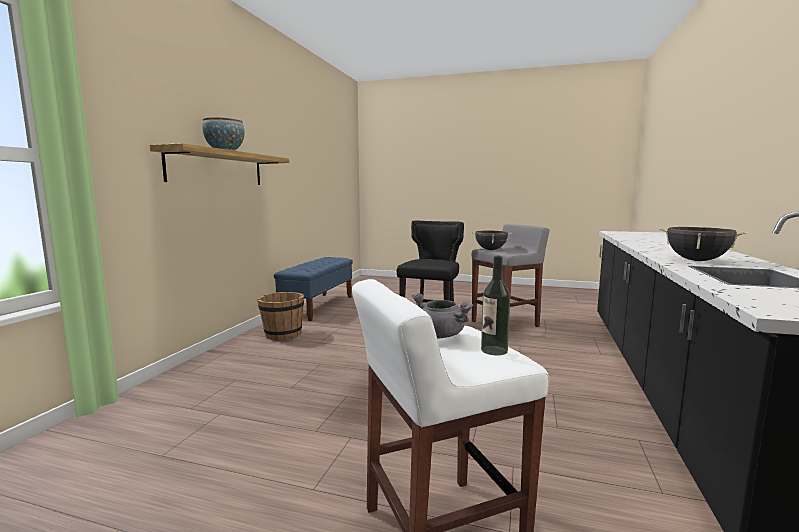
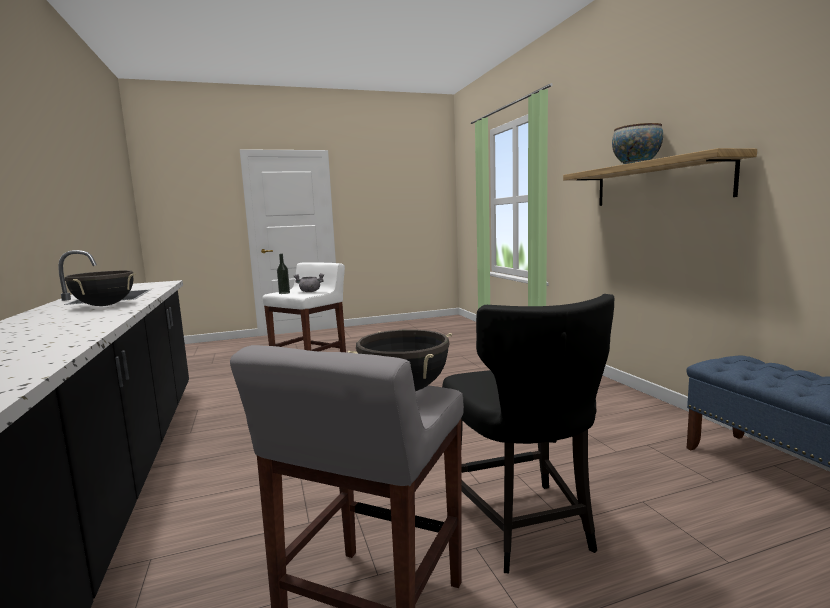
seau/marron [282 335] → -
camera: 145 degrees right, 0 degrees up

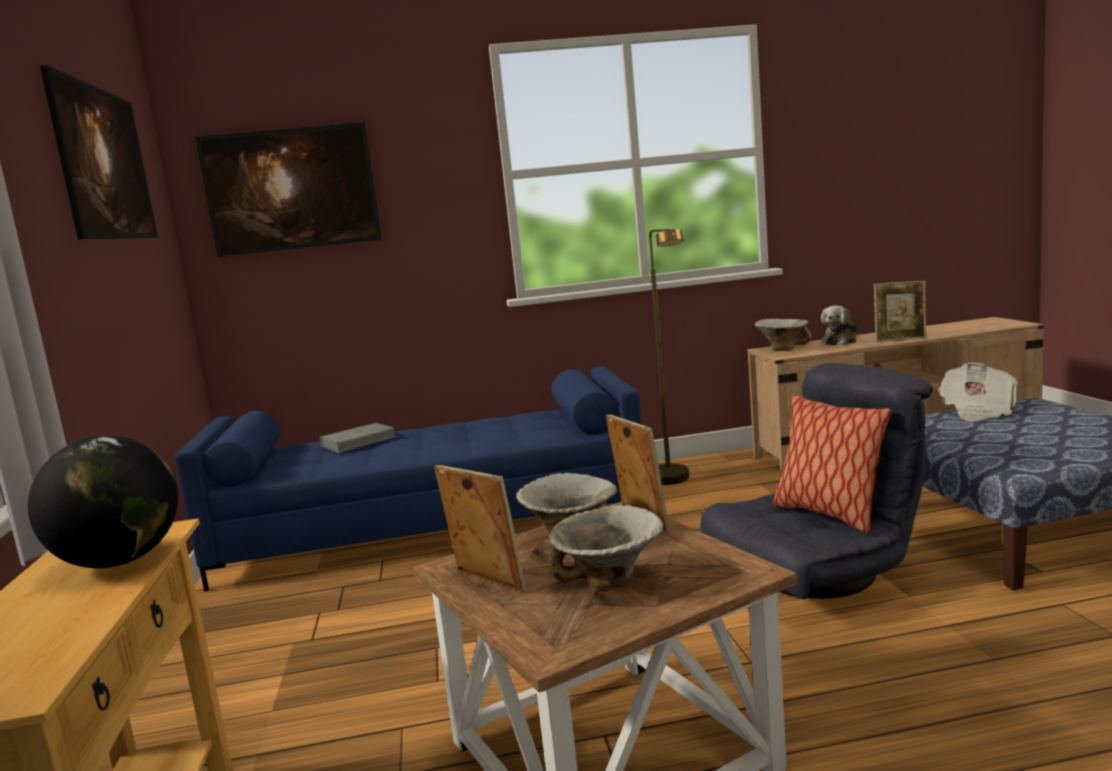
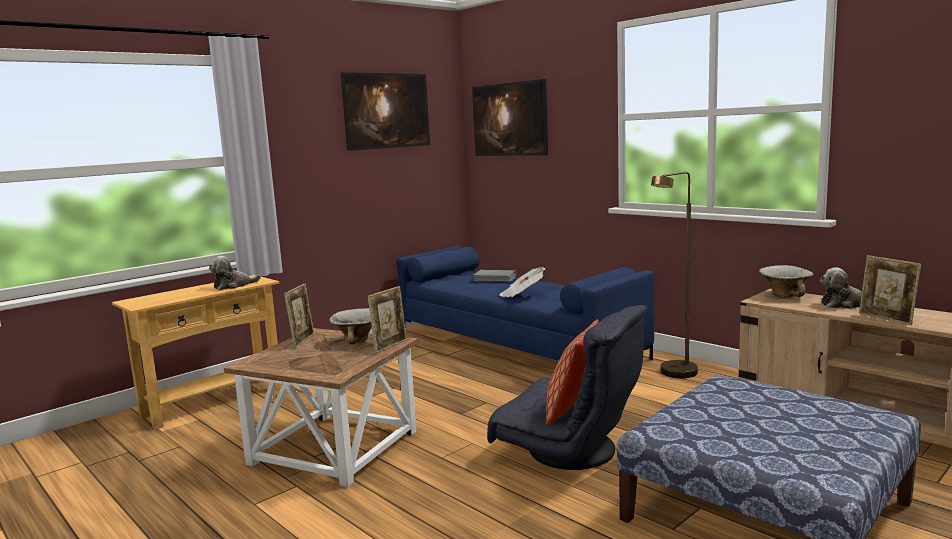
journal [977 411] → journal [522 294], move
globe [120 561] → peluche [233 286]
bol [609 582] → -
camera: 55 degrees right, 0 degrees up

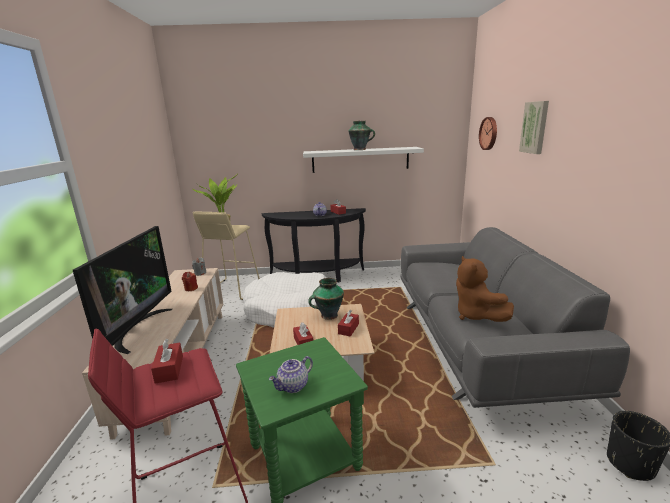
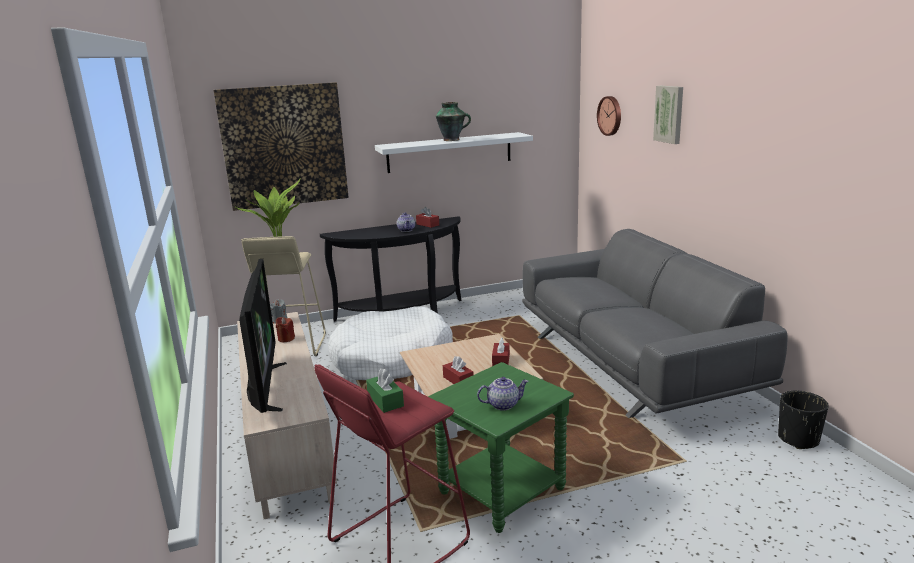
peluche/marron [476 315] → -
vase [328 316] → -
boîte à mouchoirs/rouge [169 369] → boîte à mouchoirs/vert [385 400]
théière [293 386] → théière [503 404], 135 degrees counterclockwise
- → tableau [284 146]
camera: 15 degrees left, 0 degrees up

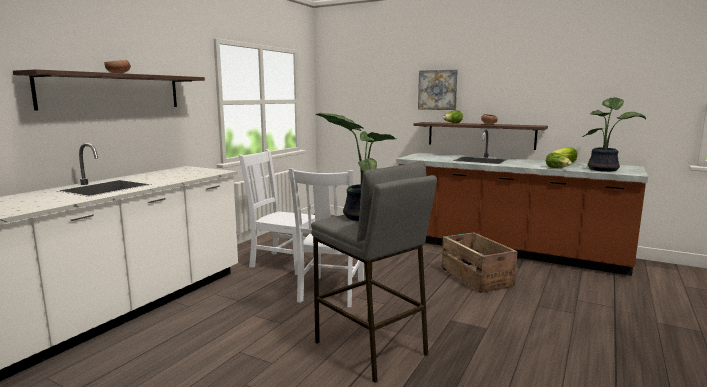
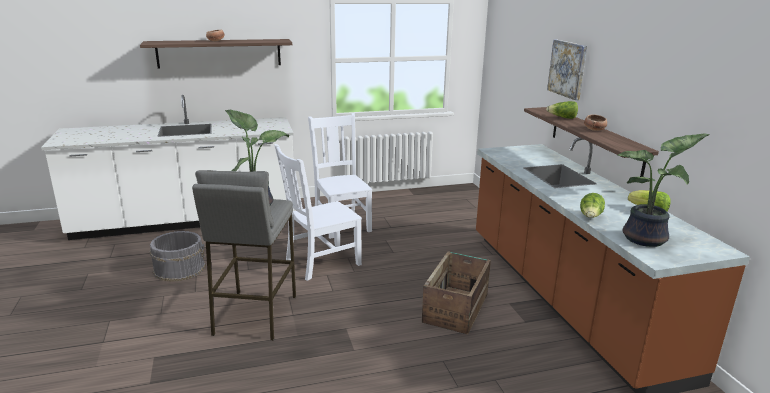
- → seau/gris [179 268]
camera: 45 degrees right, 10 degrees up

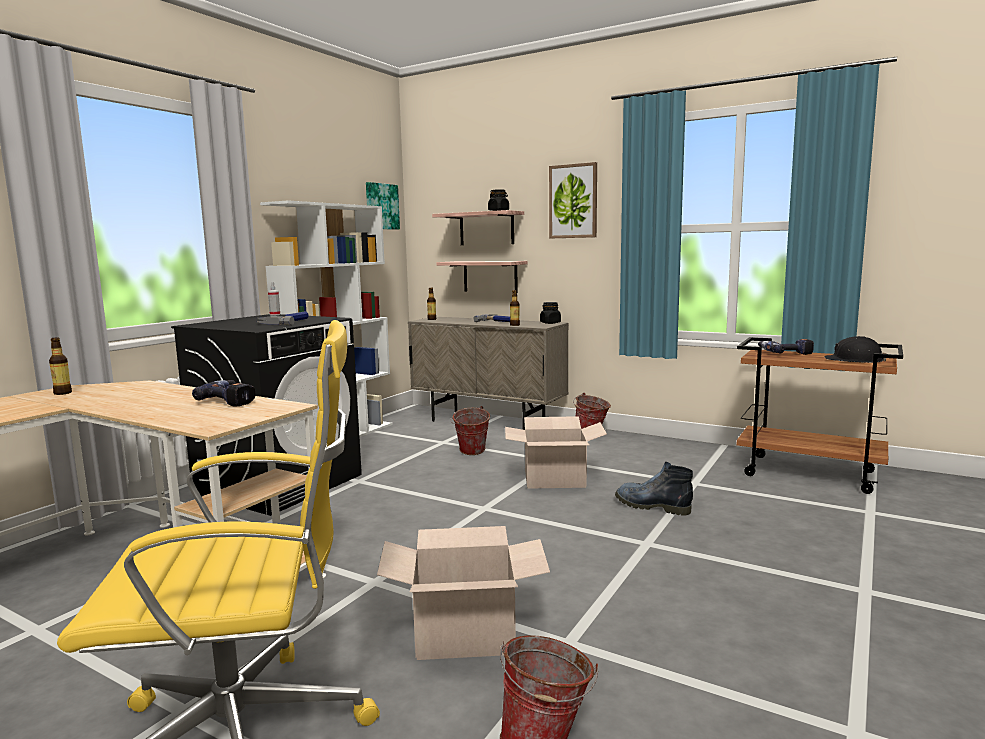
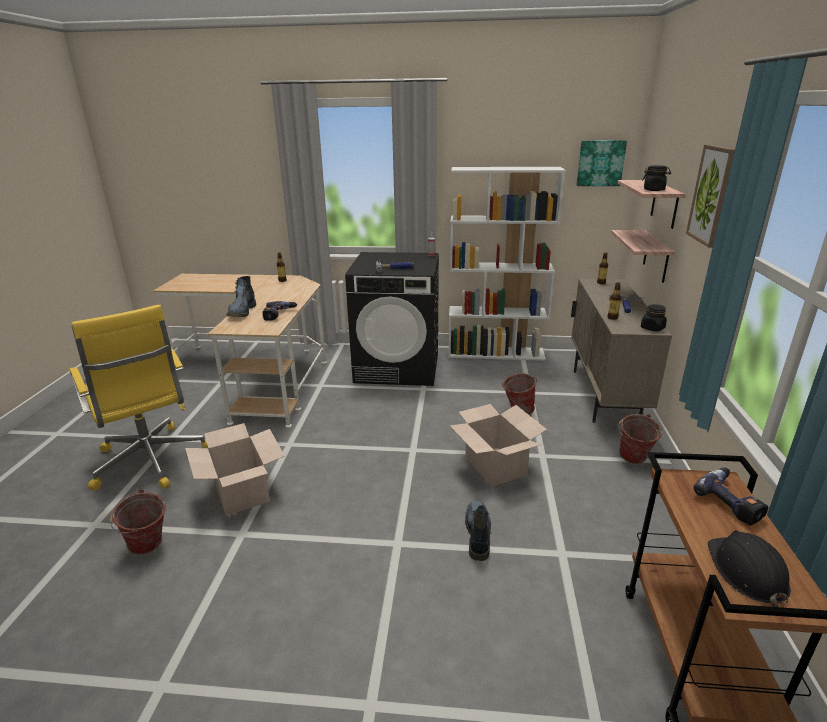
- → botte [242 312]
camera: 65 degrees right, 15 degrees up

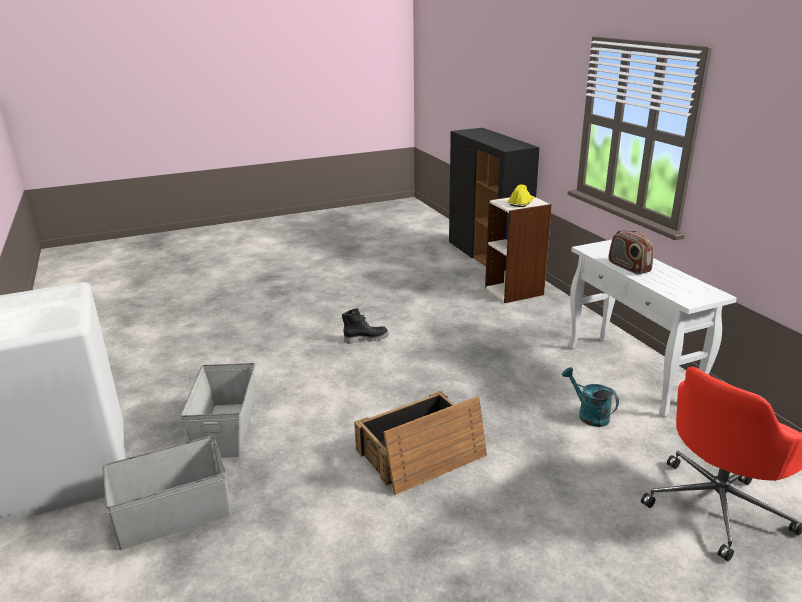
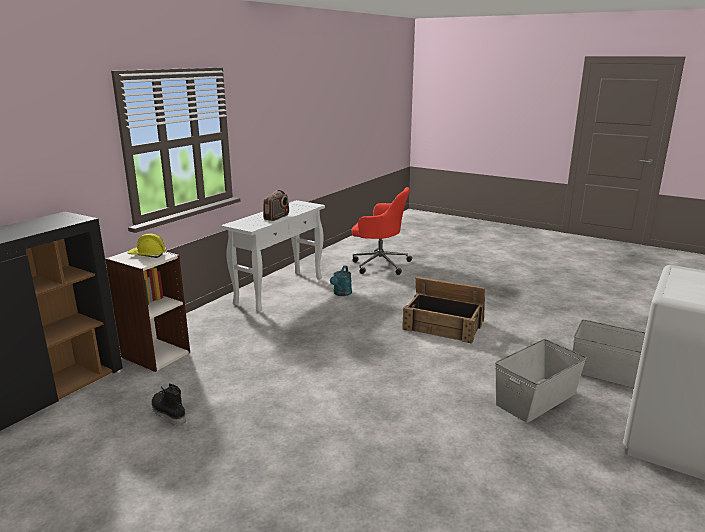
botte/noir [366 338] → botte/noir [168 414], move
camera: 125 degrees left, 5 degrees down

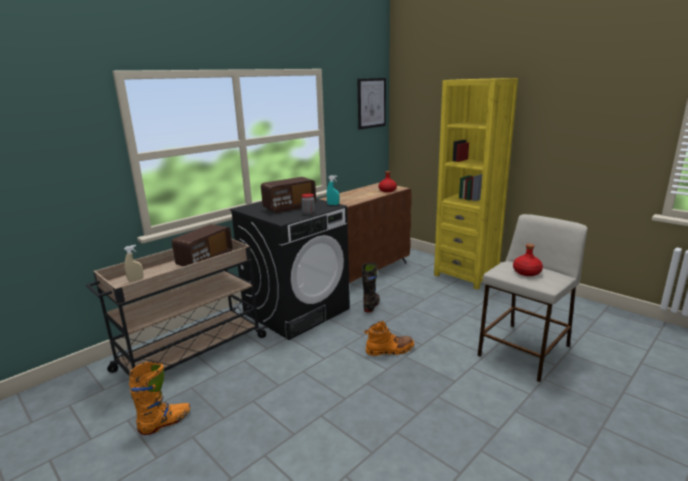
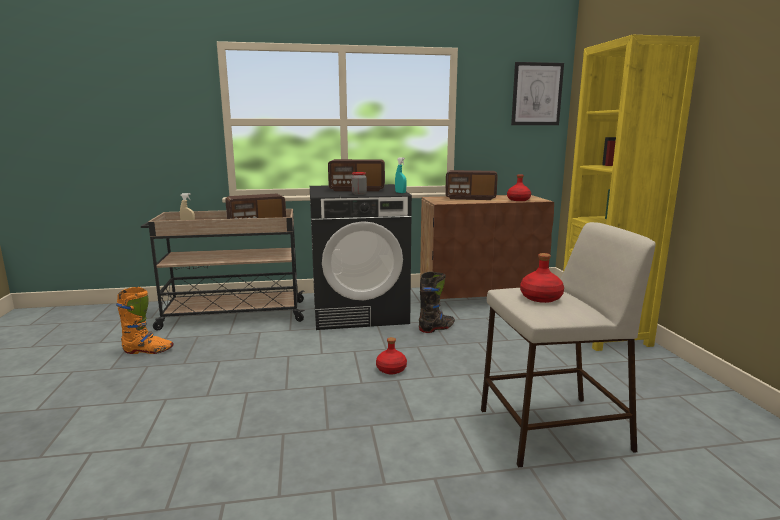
botte/orange [389 350] → bouteille/rouge [391 369]
- → radio [470 198]
camera: 35 degrees right, 5 degrees down

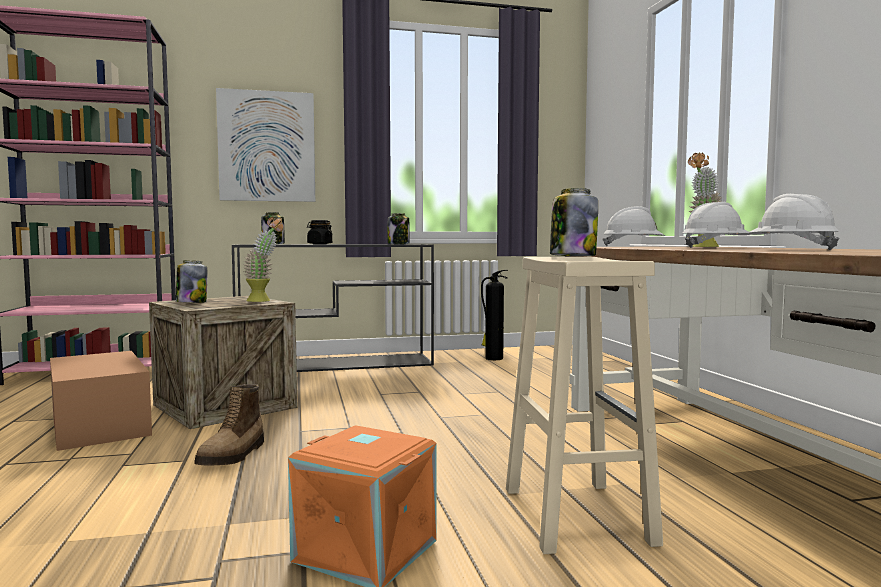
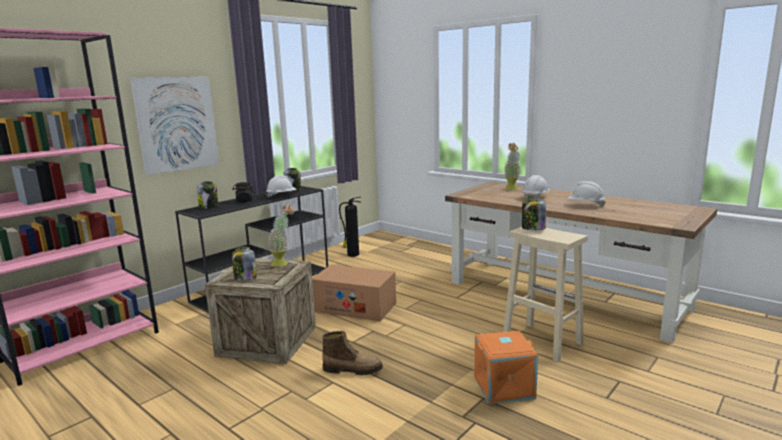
casque de chantier/blanc [633 246] → casque de chantier/blanc [282 196], move
carton [100 424] → carton [355 307], move
botte [233 456] → botte [353 369], 60 degrees counterclockwise
camera: 35 degrees left, 10 degrees up

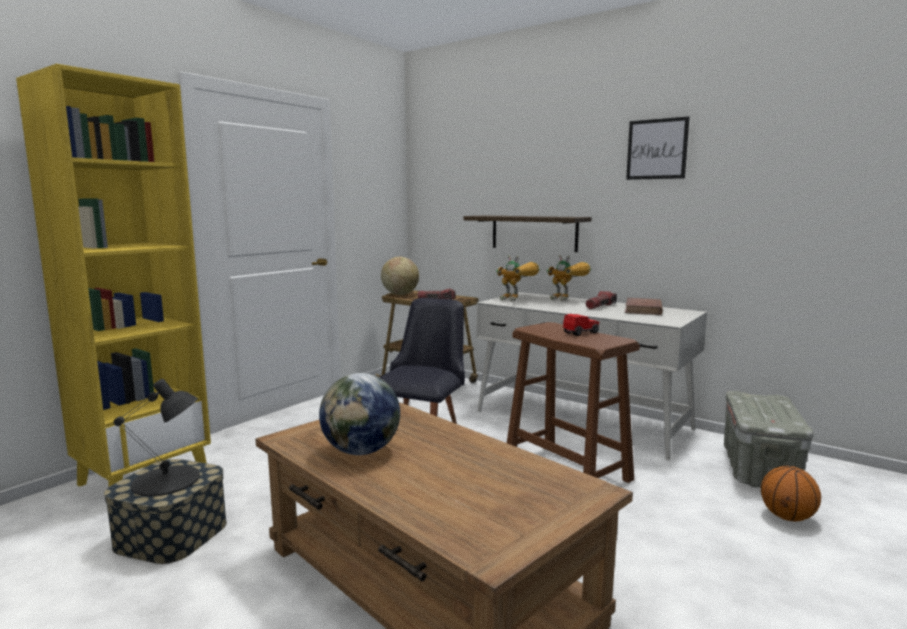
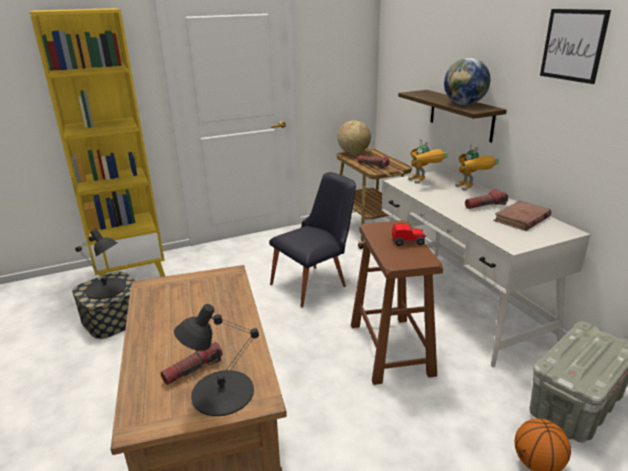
globe [361 451] → globe [464 104], move
- → lampe de table/noir [221 392]
- → lampe de poche [193 369]
camera: 30 degrees right, 15 degrees up

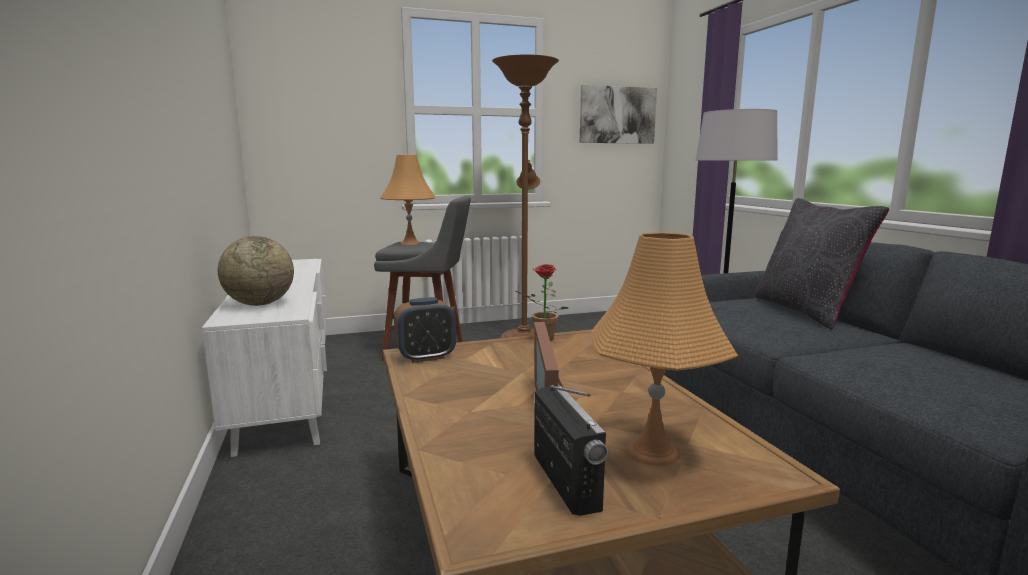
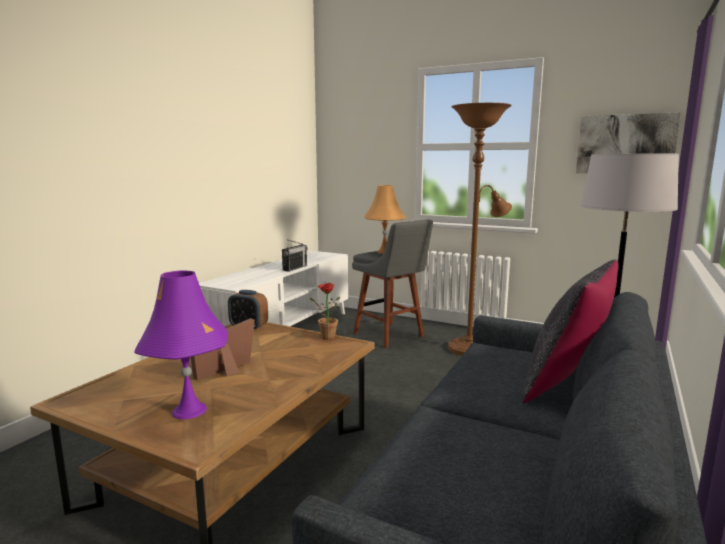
lampe de table/orange [653 452] → lampe de table/violet [189 410]
globe [260 304] → -
radio [565 481] → radio [295 268], move
camera: 45 degrees right, 0 degrees up

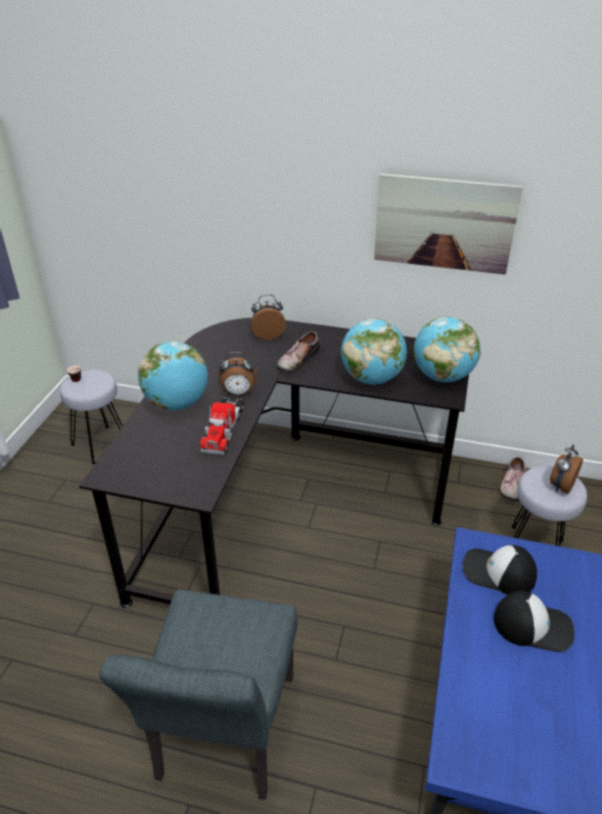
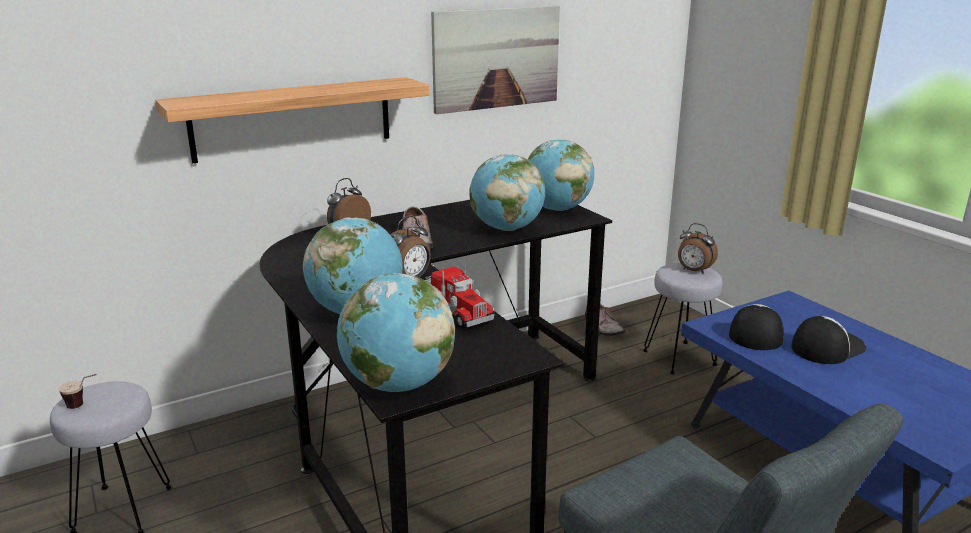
réveil [560 486] → réveil [694 271], 45 degrees counterclockwise
casquette [498 572] → casquette [755 332], 135 degrees clockwise
- → étagère [293 119]
- → globe [398 384]
camera: 45 degrees left, 15 degrees down

